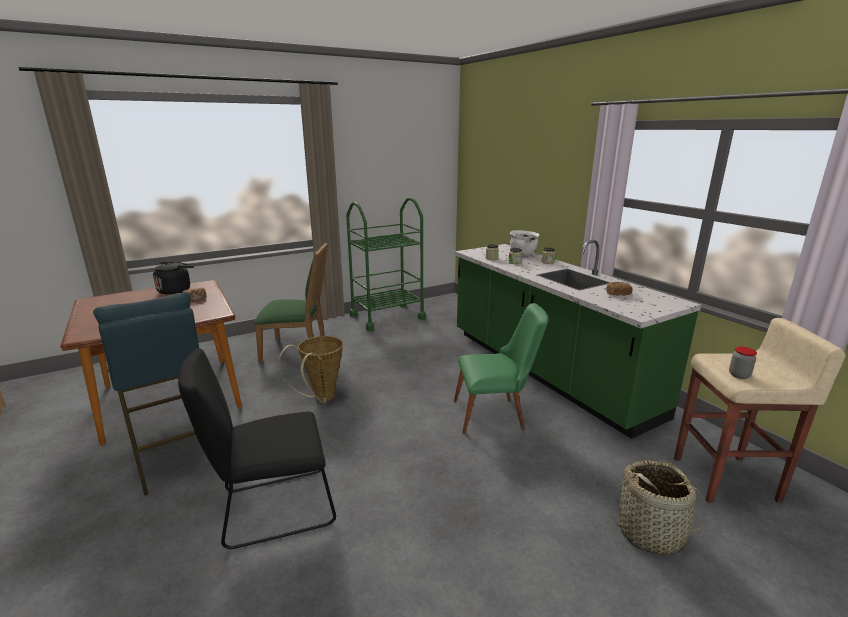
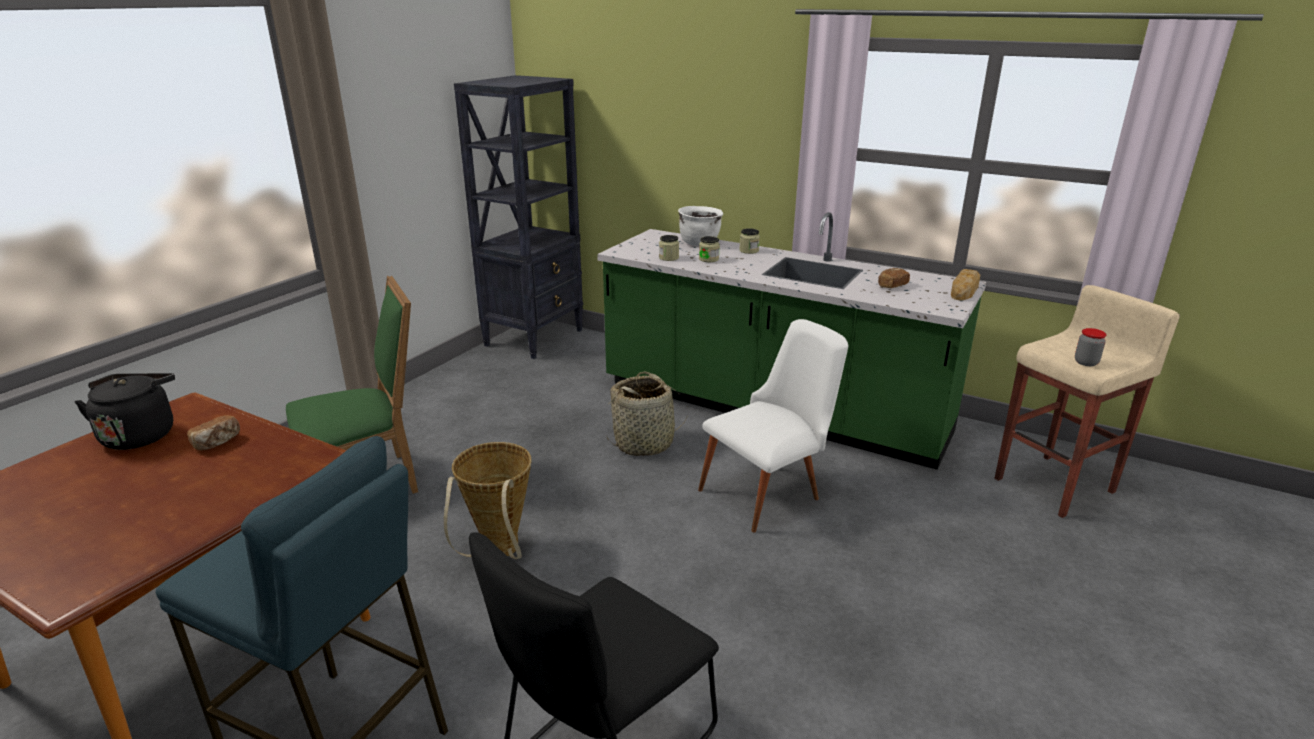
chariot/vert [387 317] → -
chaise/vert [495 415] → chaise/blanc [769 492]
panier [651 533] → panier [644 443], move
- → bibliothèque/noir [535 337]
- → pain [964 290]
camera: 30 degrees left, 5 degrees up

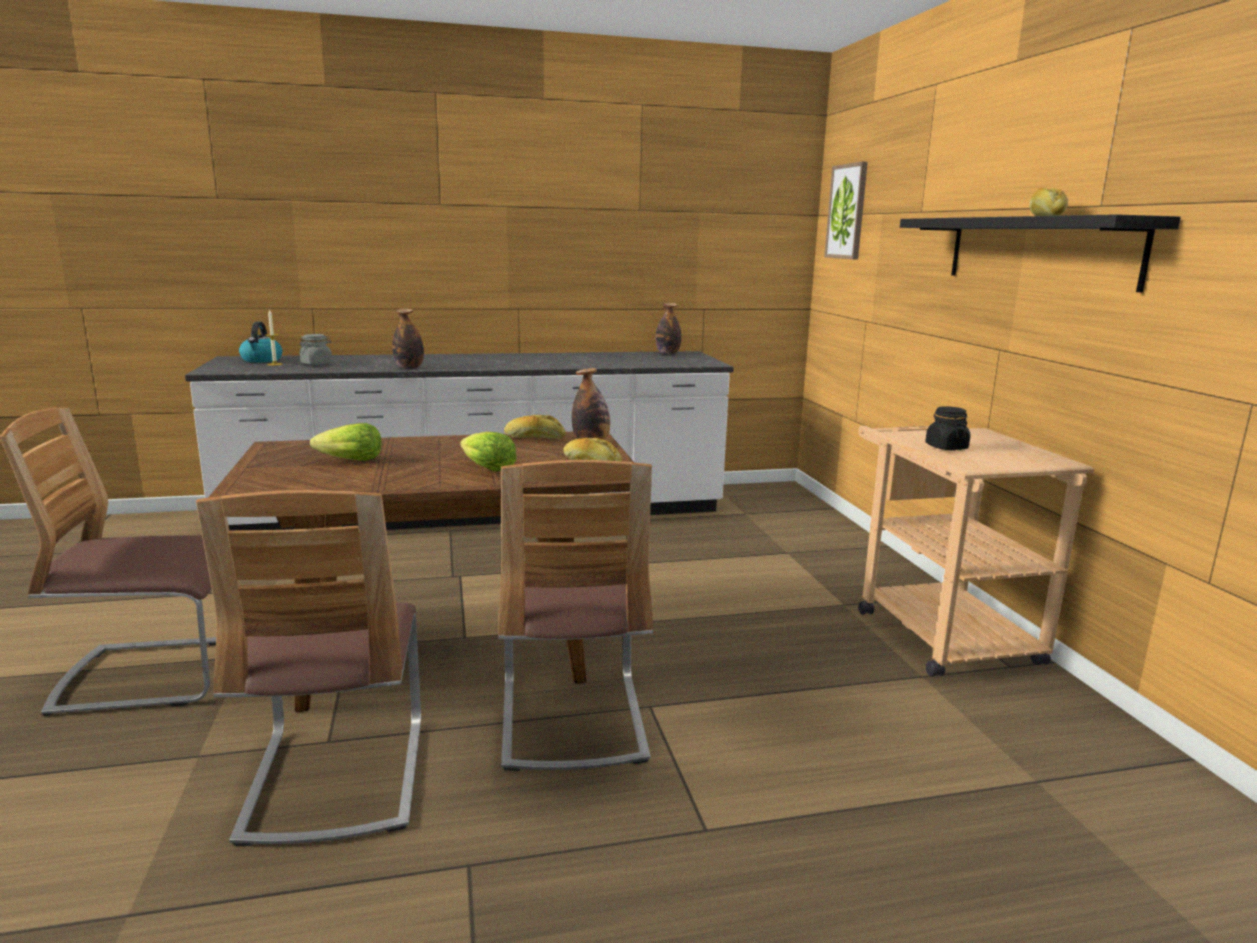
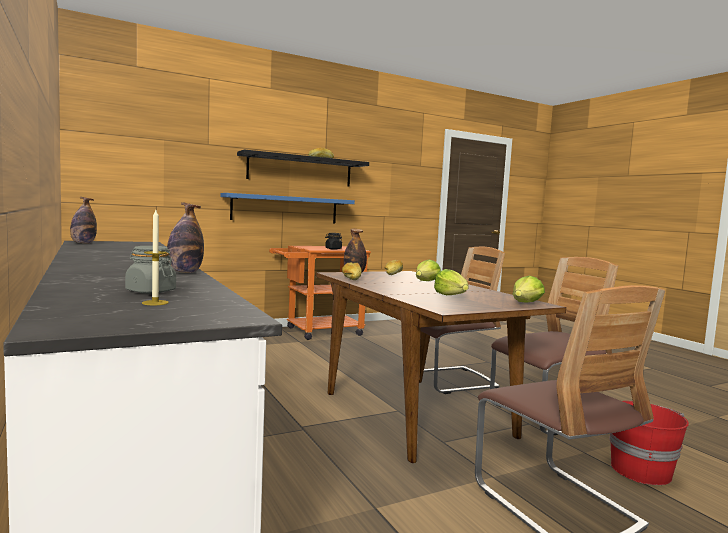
tableau [847 212] → -
bouilloire [261 360] → -
chariot/beige [937 629] → chariot/orange [318 332]
- → étagère/bleu [285 209]
- → laitue [526 303]
- → seau/rouge [639 470]
camera: 105 degrees left, 10 degrees down

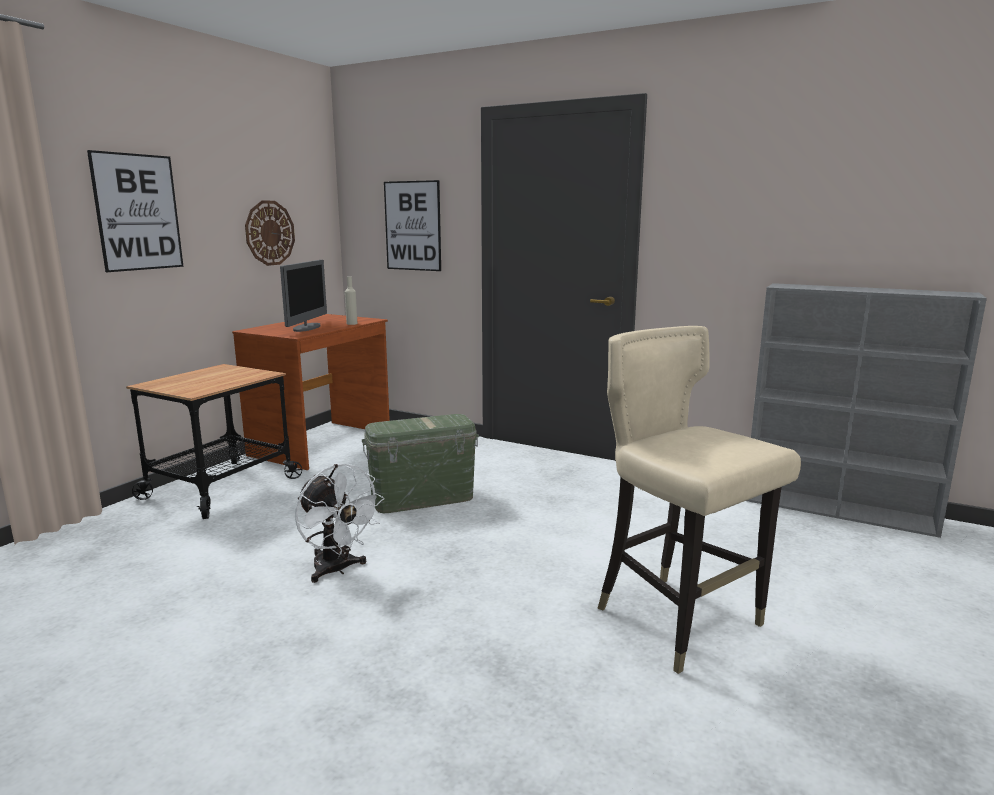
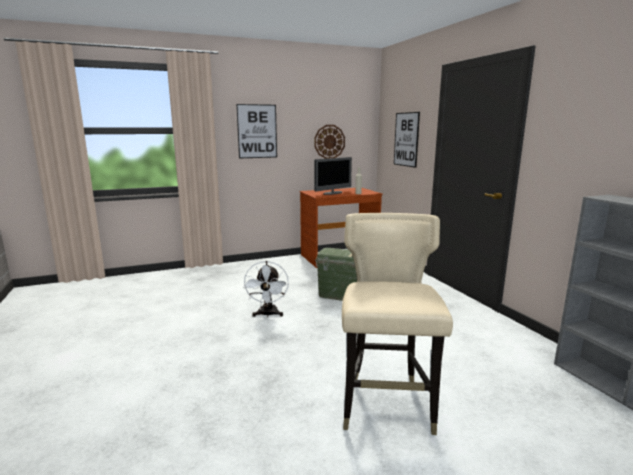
chariot [221 488] → -
camera: 40 degrees right, 0 degrees up

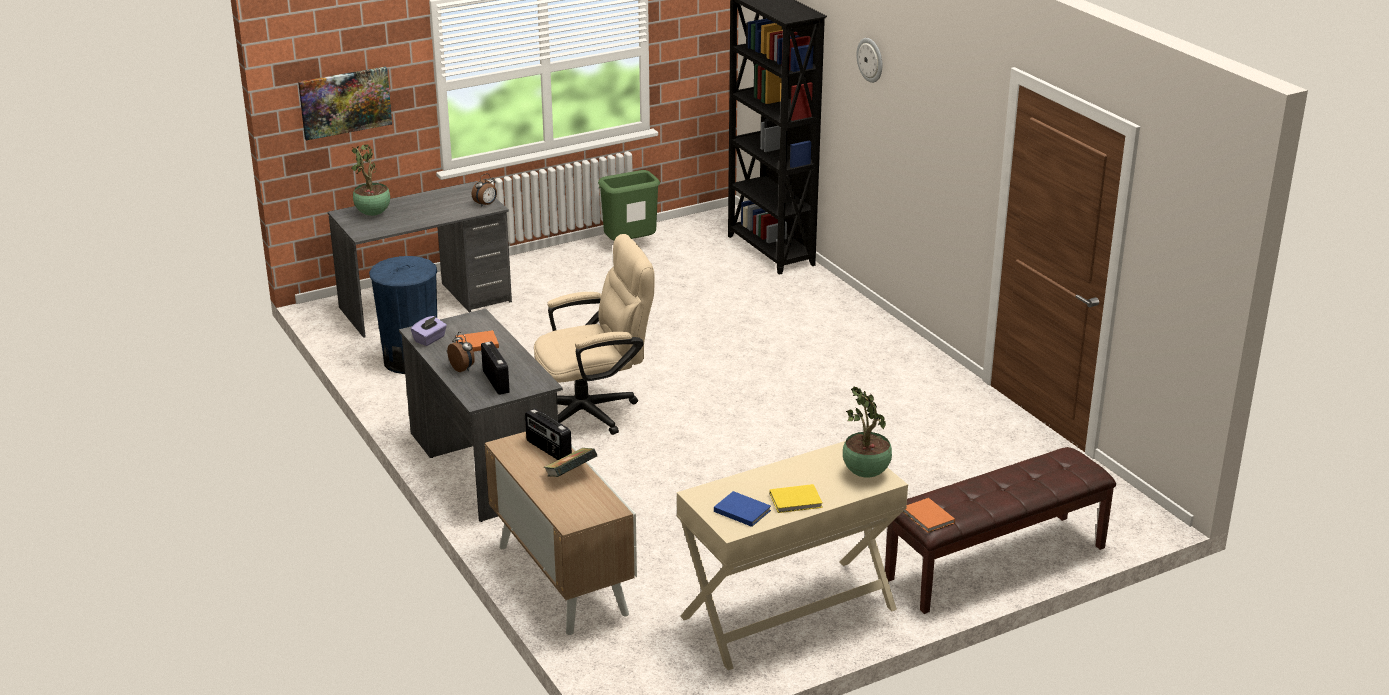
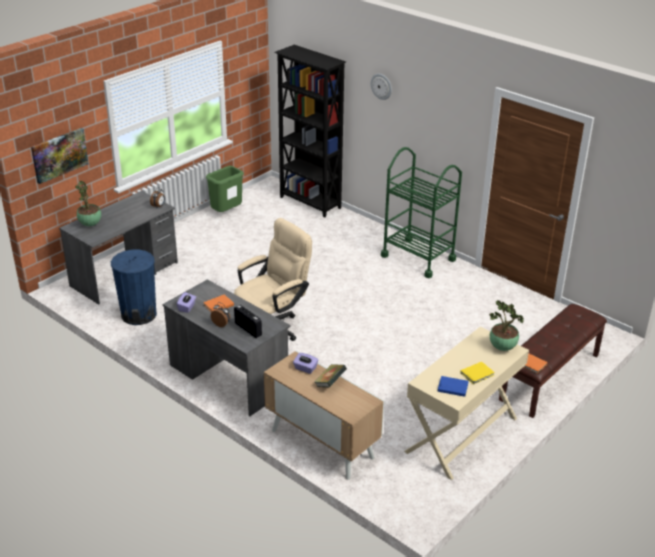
radio [548 450] → boîte à mouchoirs/violet [305 368]
- → chariot/vert [418 258]
camera: 20 degrees left, 5 degrees up

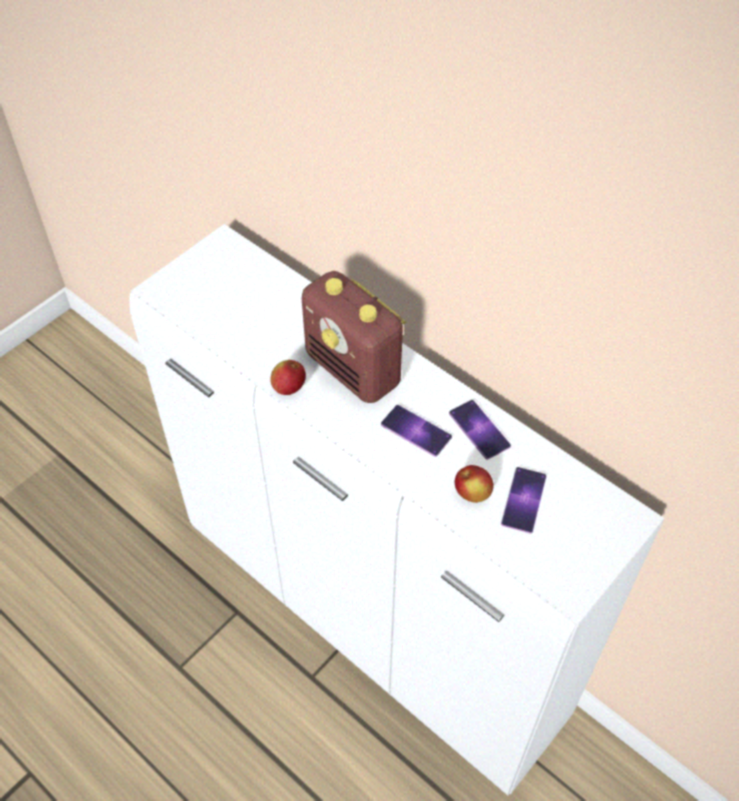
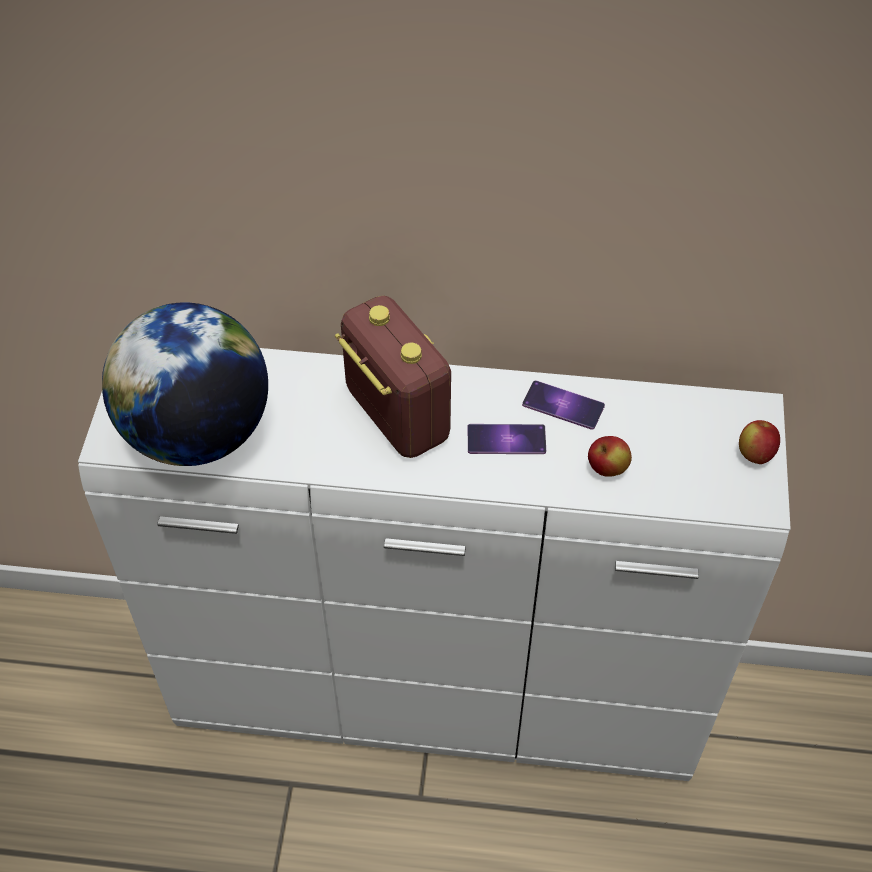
radio [354 370] → radio [396 414], 135 degrees counterclockwise
pomme [289 387] → pomme [755 454], move
téléphone [524 500] → -
- → globe [198 433]
camera: 35 degrees left, 0 degrees up

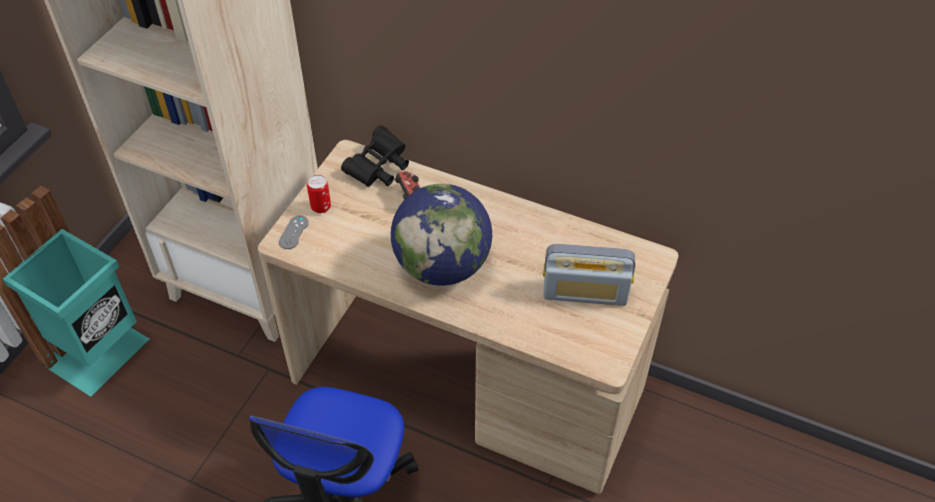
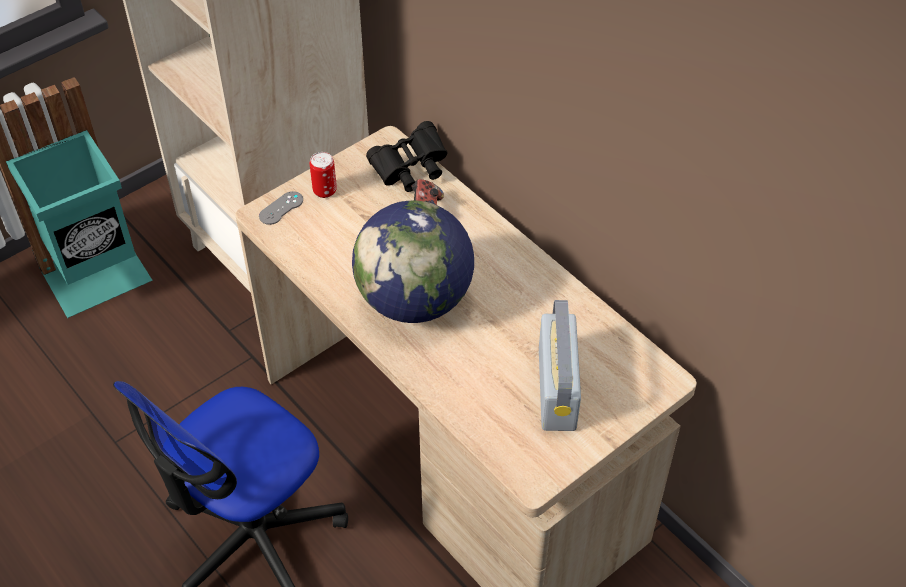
radio [585 292] → radio [557 388], 120 degrees counterclockwise
camera: 25 degrees right, 0 degrees up

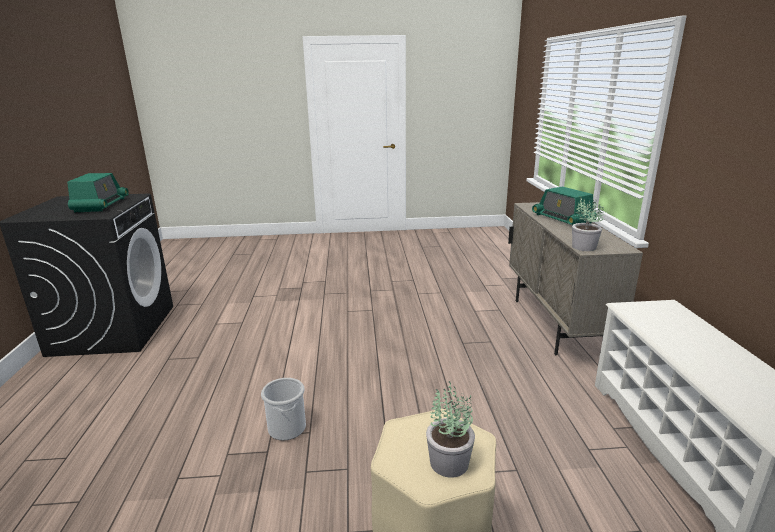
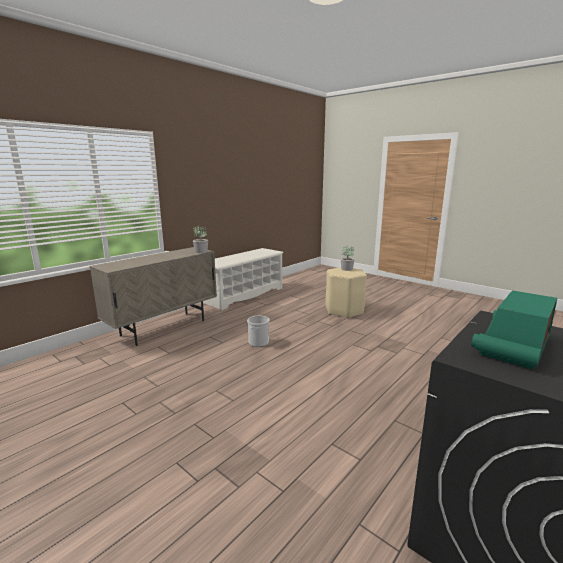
radio [562 219] → -
seau [287 428] → seau [258 342], move
camera: 135 degrees left, 5 degrees down

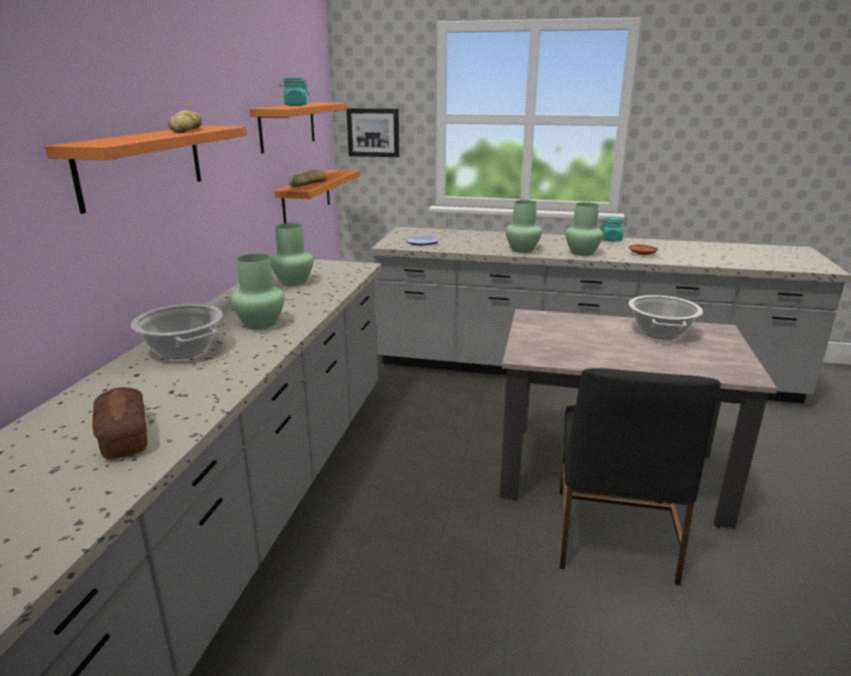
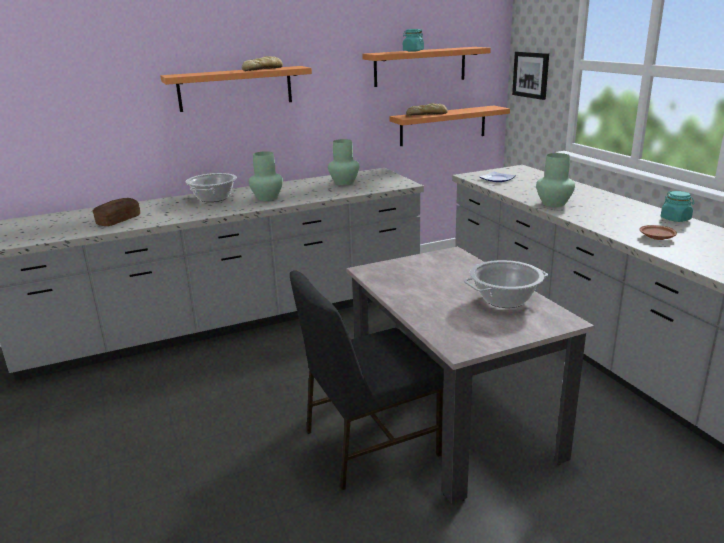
vase/vert [582 252] → -
camera: 55 degrees right, 0 degrees up

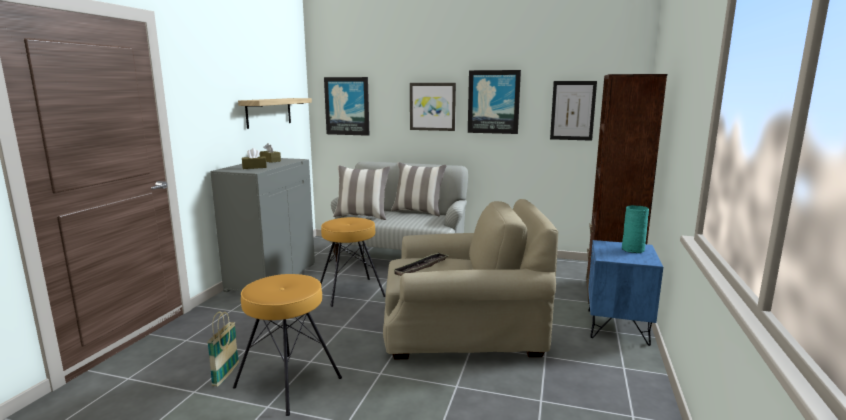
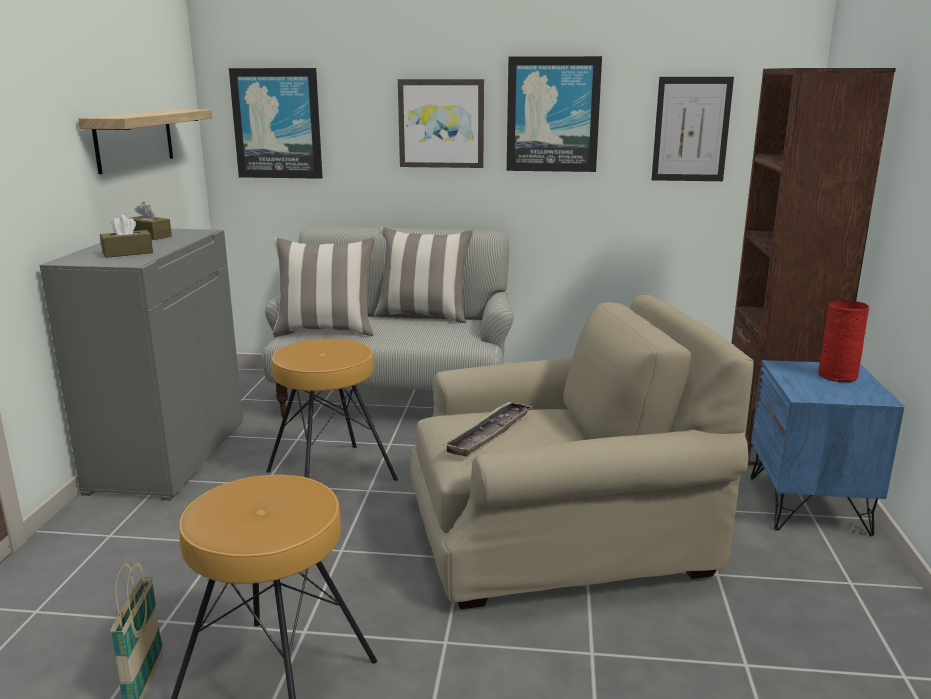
vase/turquoise [633 250] → vase/rouge [838 376]
camera: 10 degrees left, 5 degrees up

